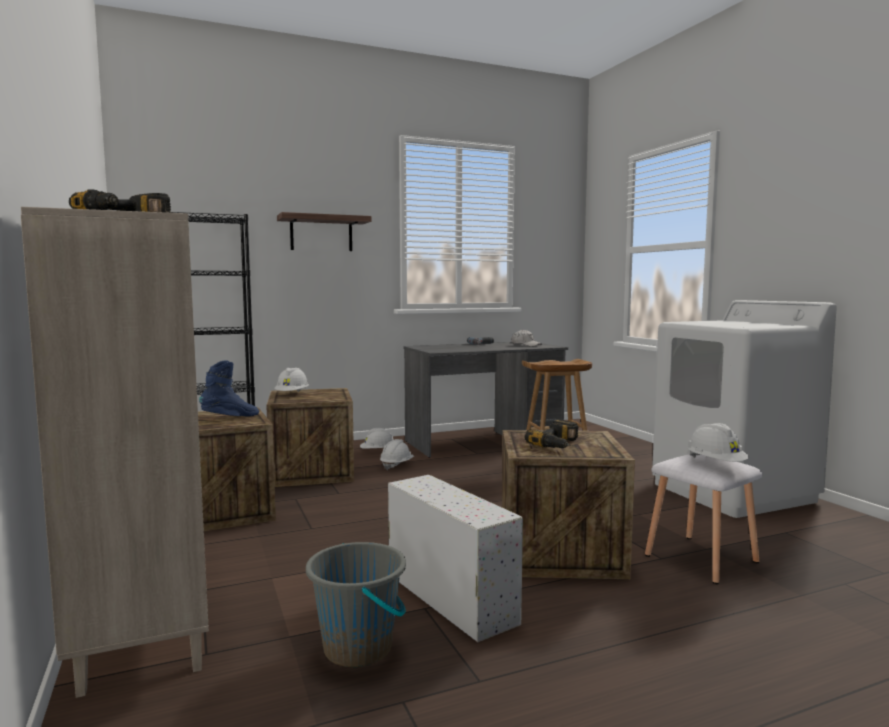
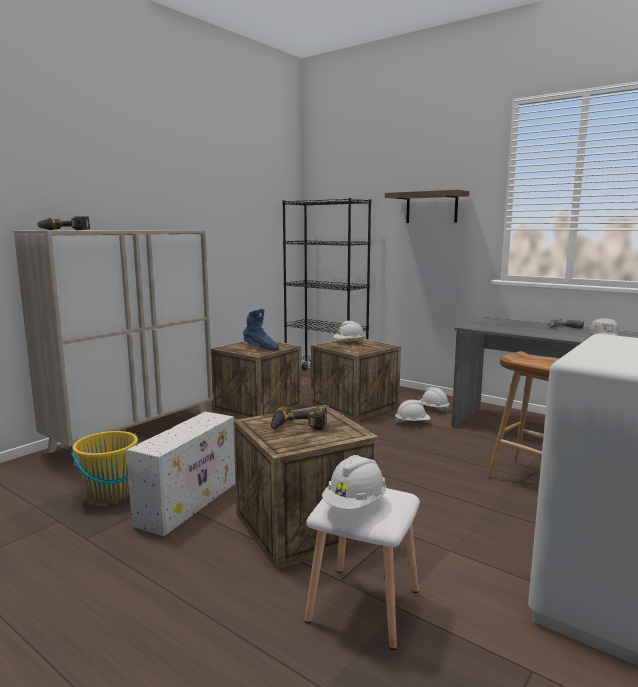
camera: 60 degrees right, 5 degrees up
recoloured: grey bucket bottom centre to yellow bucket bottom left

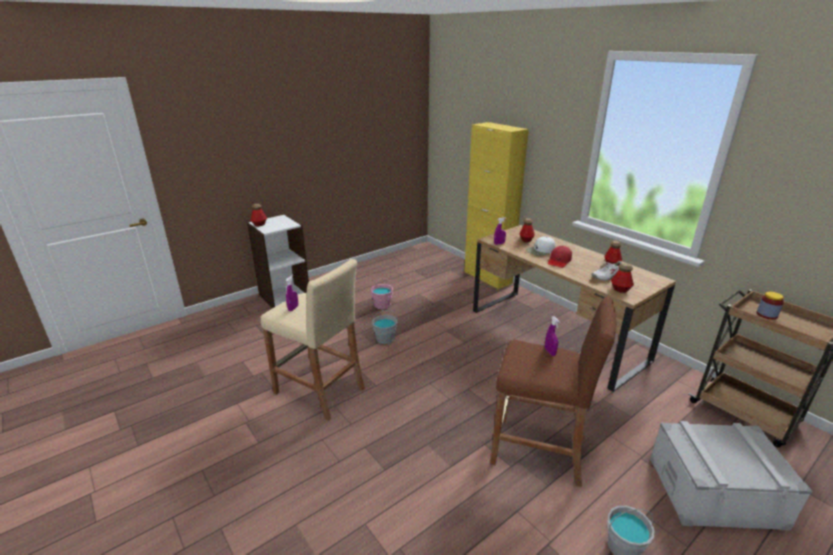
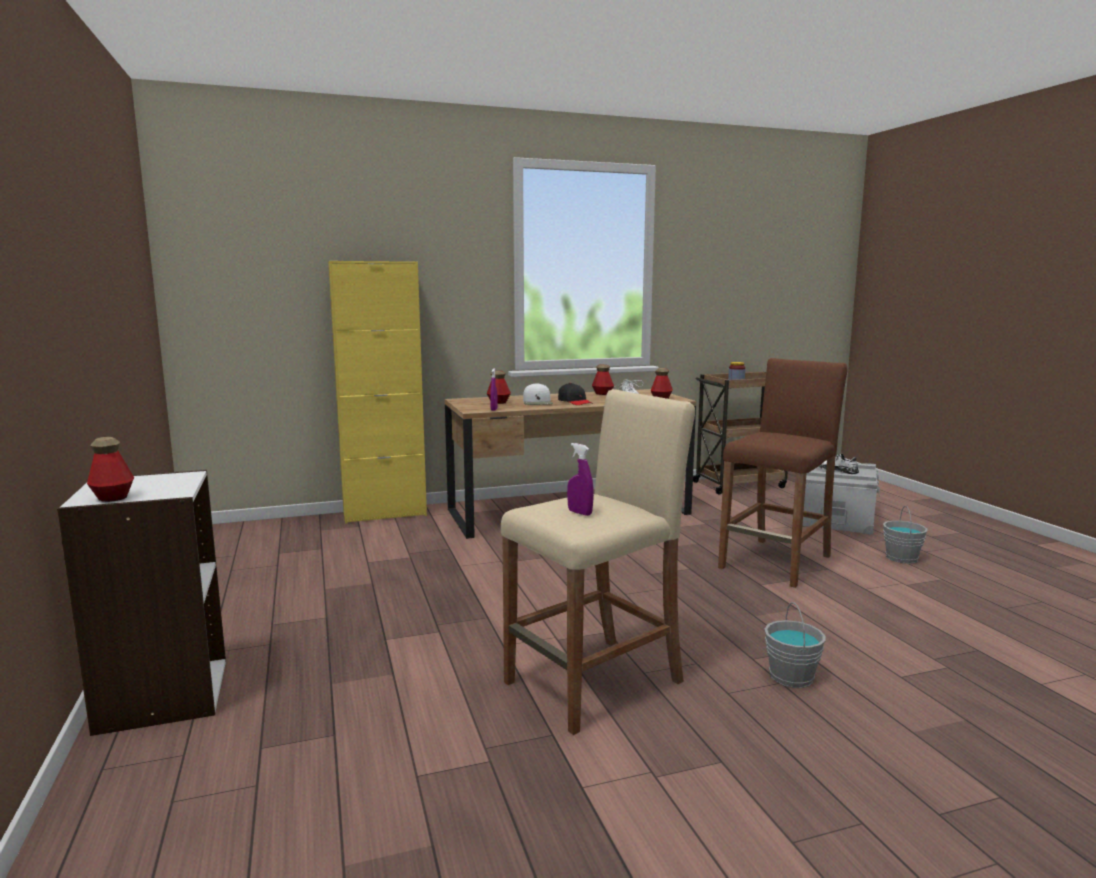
camera: 70 degrees left, 15 degrees down
removed: pink bucket centre; purple spray bottle (3rd from left) centre
added: white shoe (2nd from left) middle right
moved: grey bucket (1st from left) centre to bottom right
recoloured: red cap middle right to black cap centre

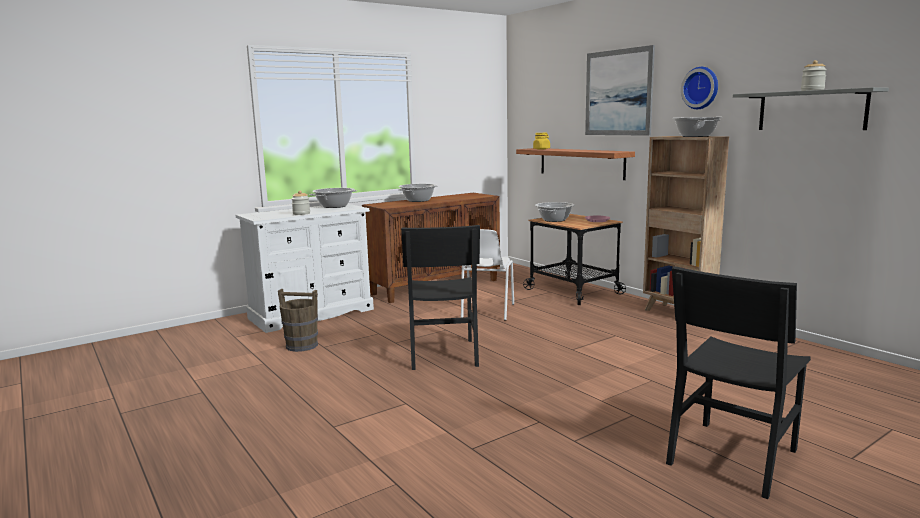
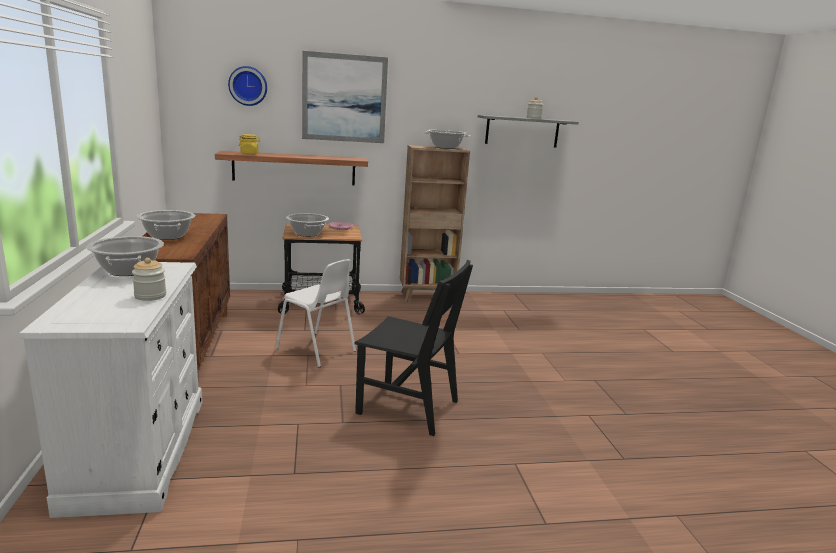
camera: 65 degrees left, 5 degrees up
removed: brown bucket middle left; black chair (2nd from left) bottom right
moved: wall clock top right to top left

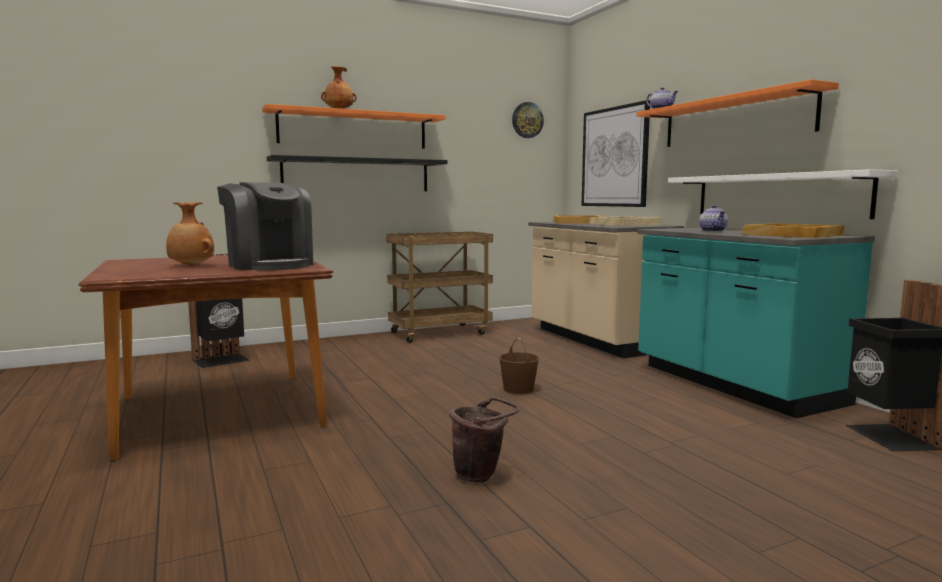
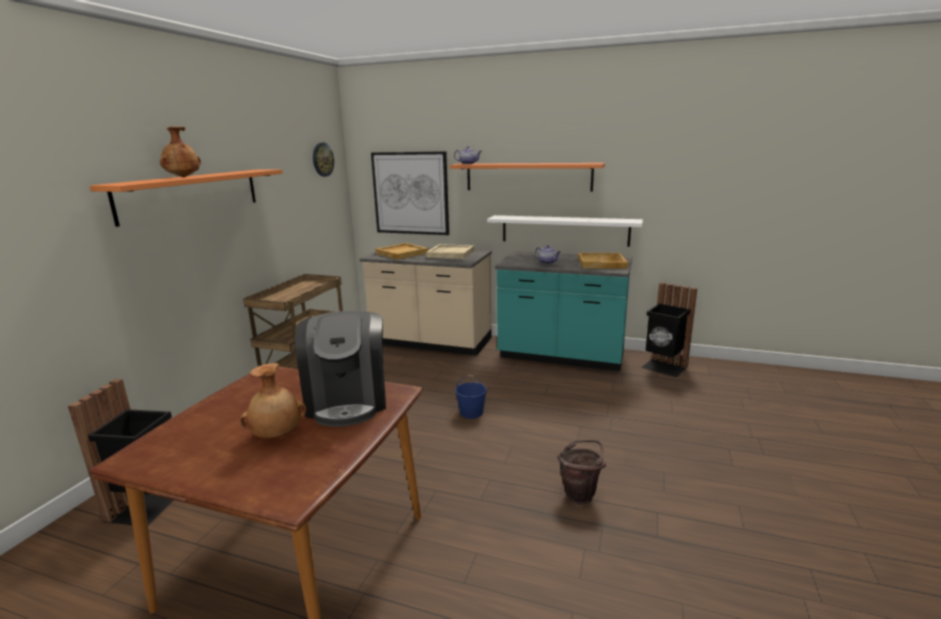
camera: 45 degrees left, 10 degrees up
removed: black shelf top centre
recoloured: brown bucket (2nd from left) centre to blue bucket centre
turned: coffee machine middle left = centre 75 degrees clockwise

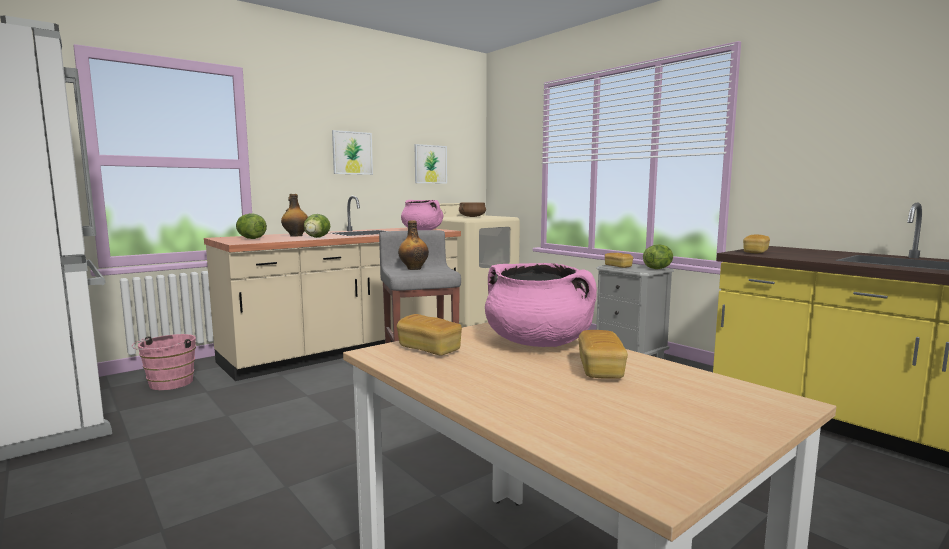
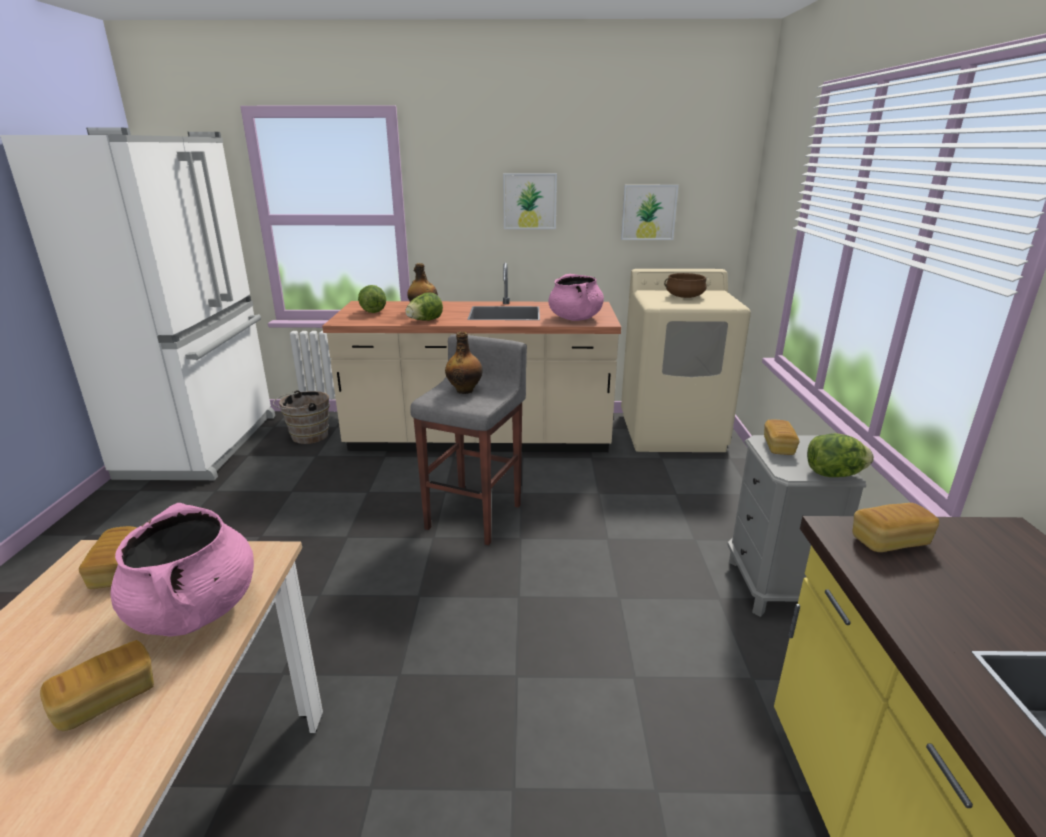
camera: 40 degrees right, 15 degrees up
recoloured: pink bucket middle left to brown bucket middle left

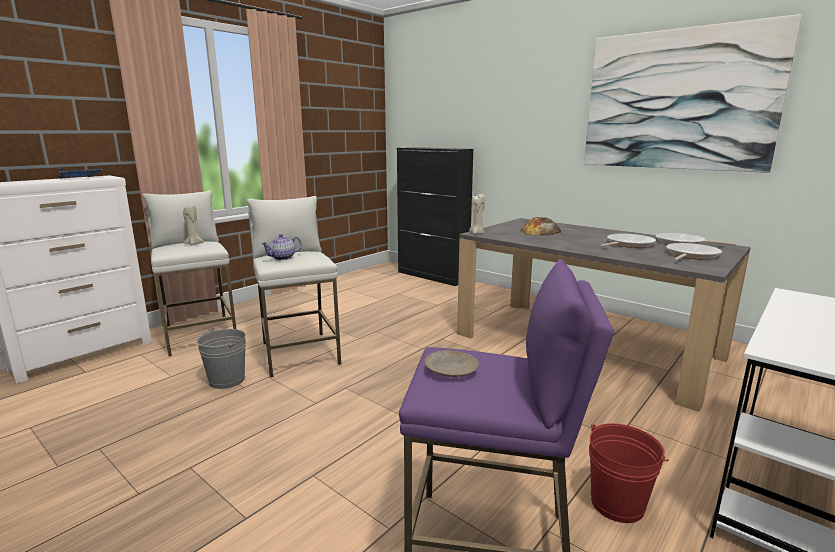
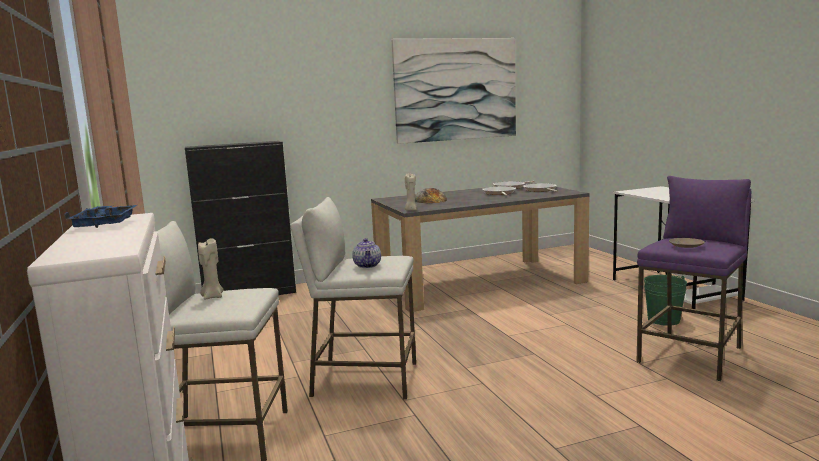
camera: 60 degrees left, 5 degrees down
removed: grey bucket middle left
recoloured: red bucket bottom right to green bucket middle right

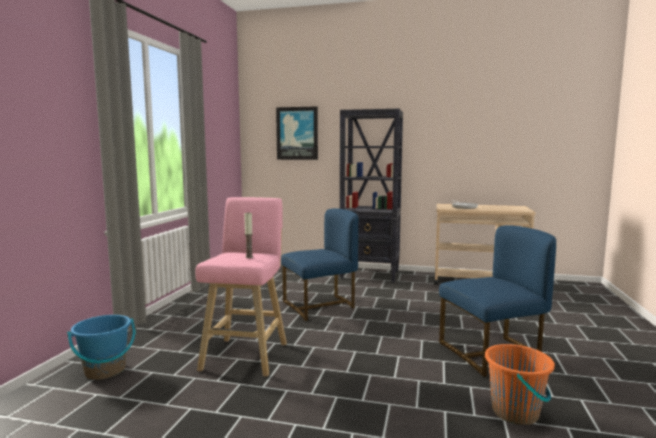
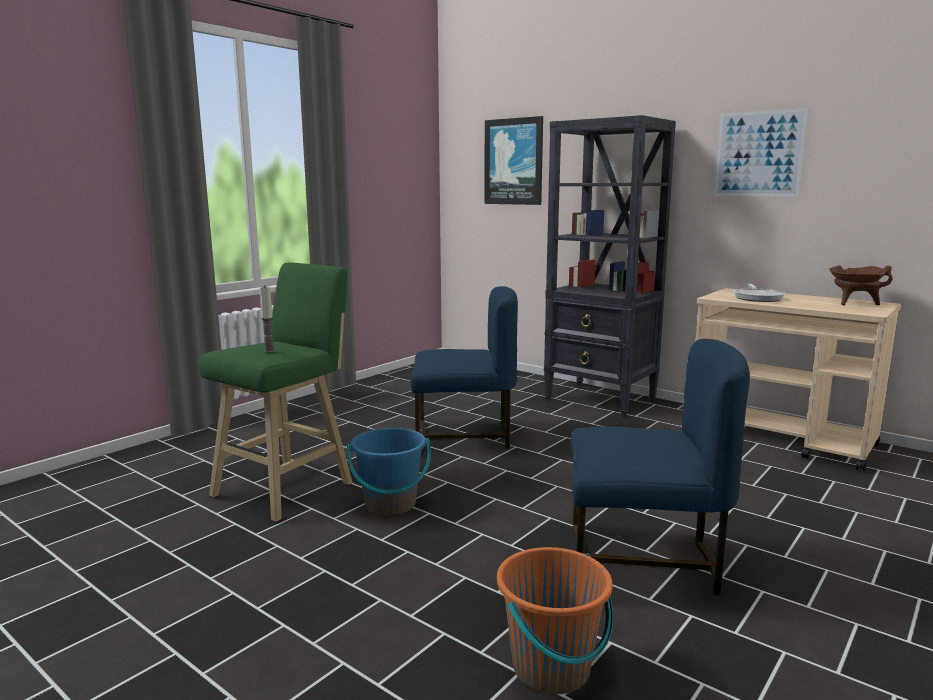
camera: 25 degrees right, 5 degrees up
added: picture (2nd from left) top right; brown cooking pot middle right
moved: blue bucket bottom left to bottom centre
recoloured: pink stool centre to green stool middle left

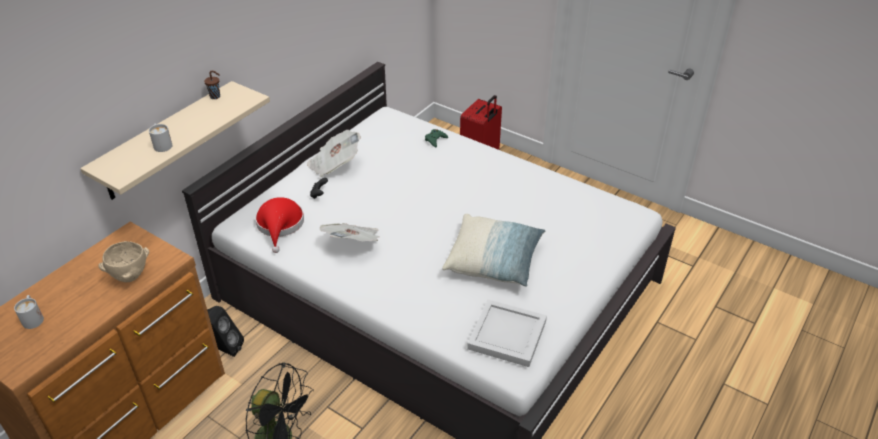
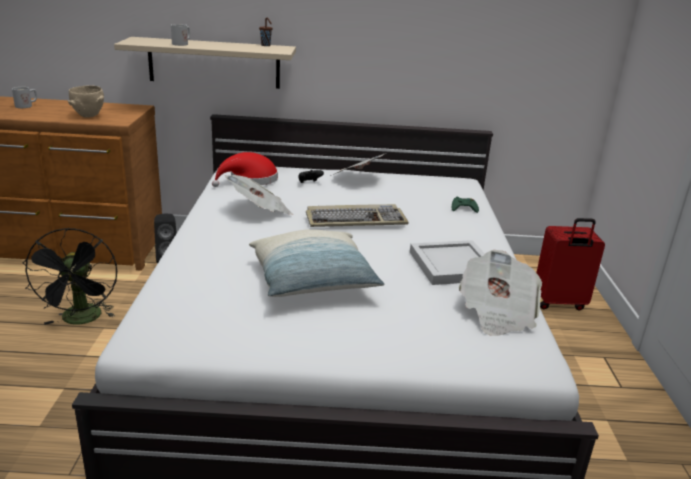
camera: 55 degrees right, 15 degrees down
added: keyboard centre; newspaper (3rd from left) middle right
moved: white tray bottom centre to centre

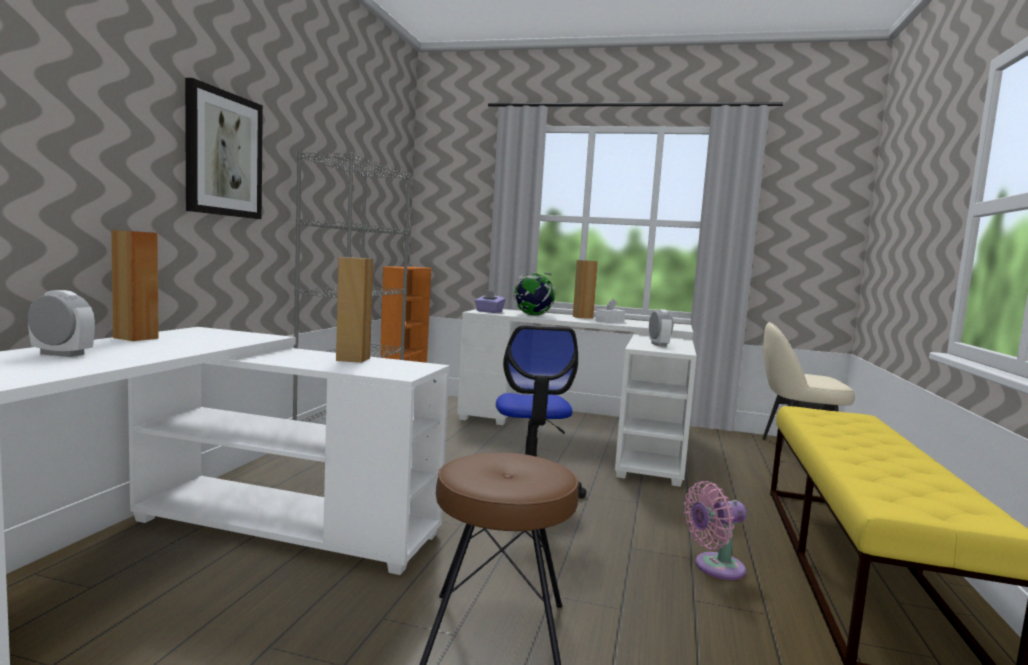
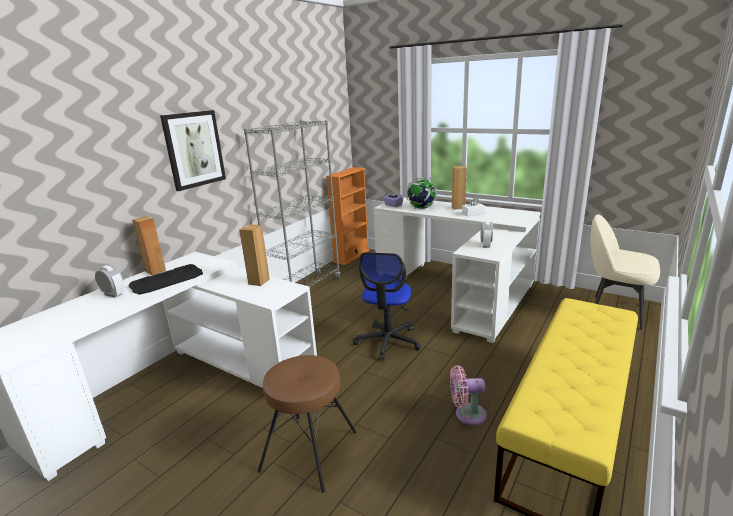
camera: 20 degrees right, 15 degrees up
added: keyboard middle left

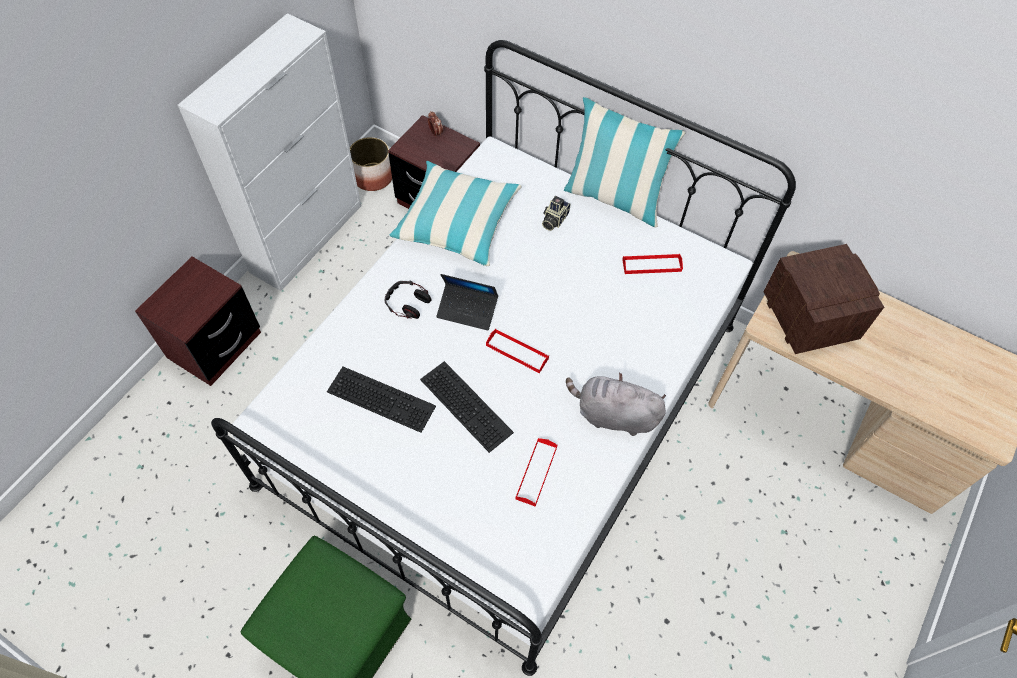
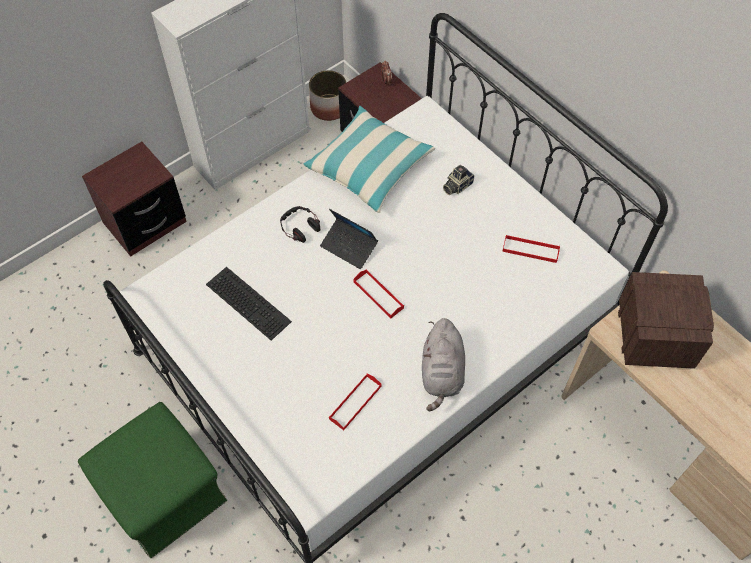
camera: 20 degrees right, 0 degrees up
removed: keyboard (2nd from left) centre; pillow (2nd from left) top centre
turned: grey plush toy centre = centre 120 degrees counterclockwise

